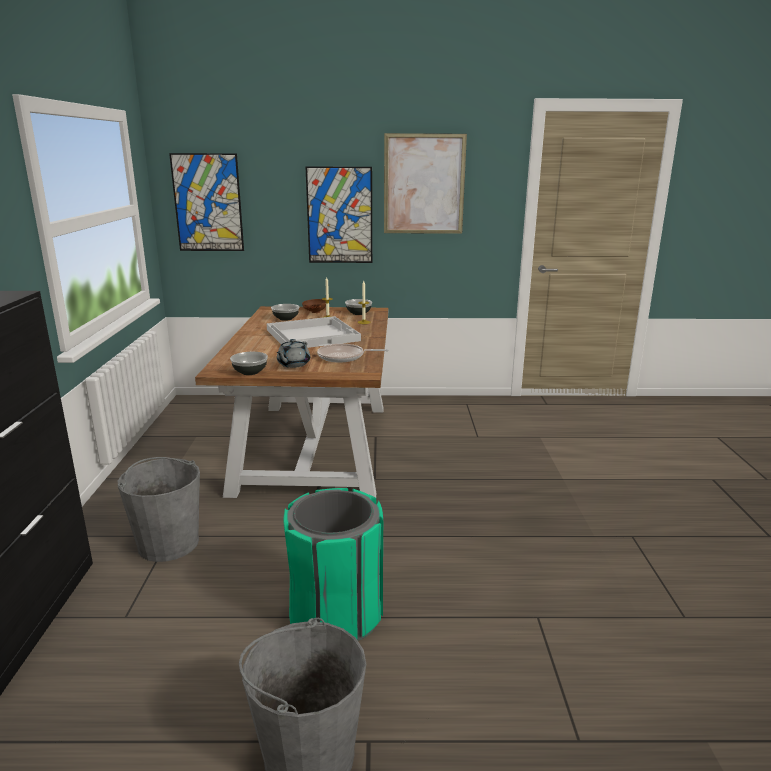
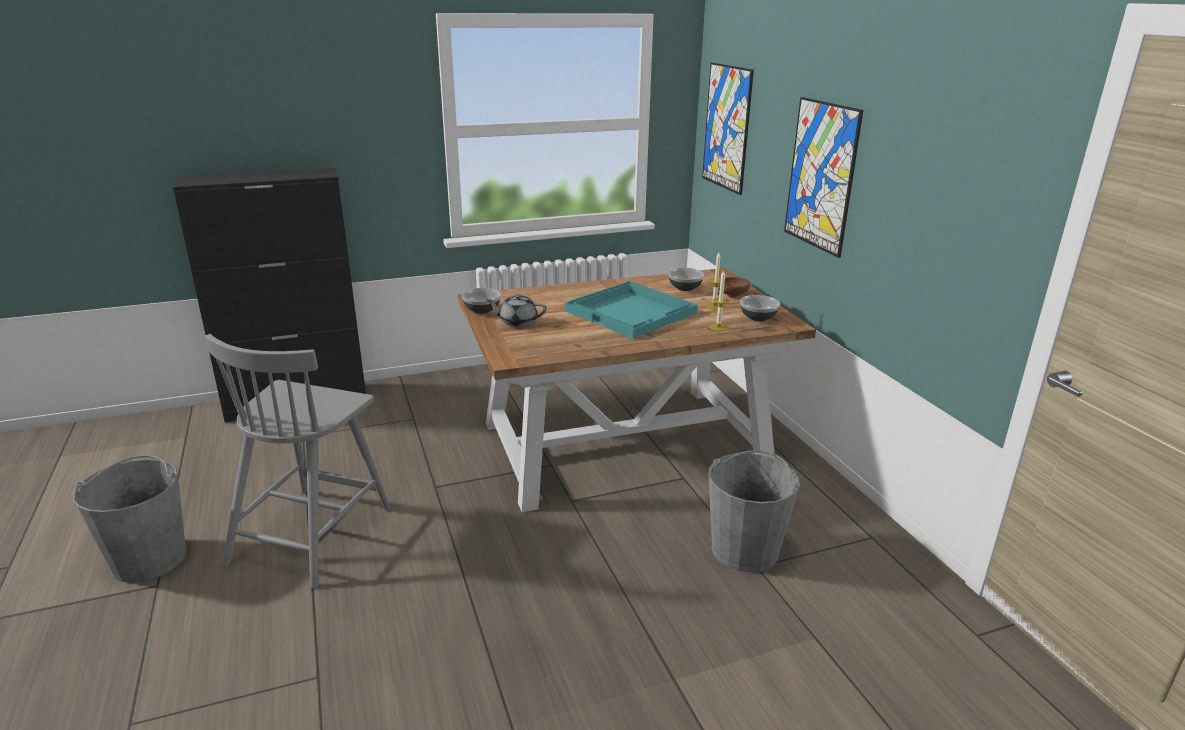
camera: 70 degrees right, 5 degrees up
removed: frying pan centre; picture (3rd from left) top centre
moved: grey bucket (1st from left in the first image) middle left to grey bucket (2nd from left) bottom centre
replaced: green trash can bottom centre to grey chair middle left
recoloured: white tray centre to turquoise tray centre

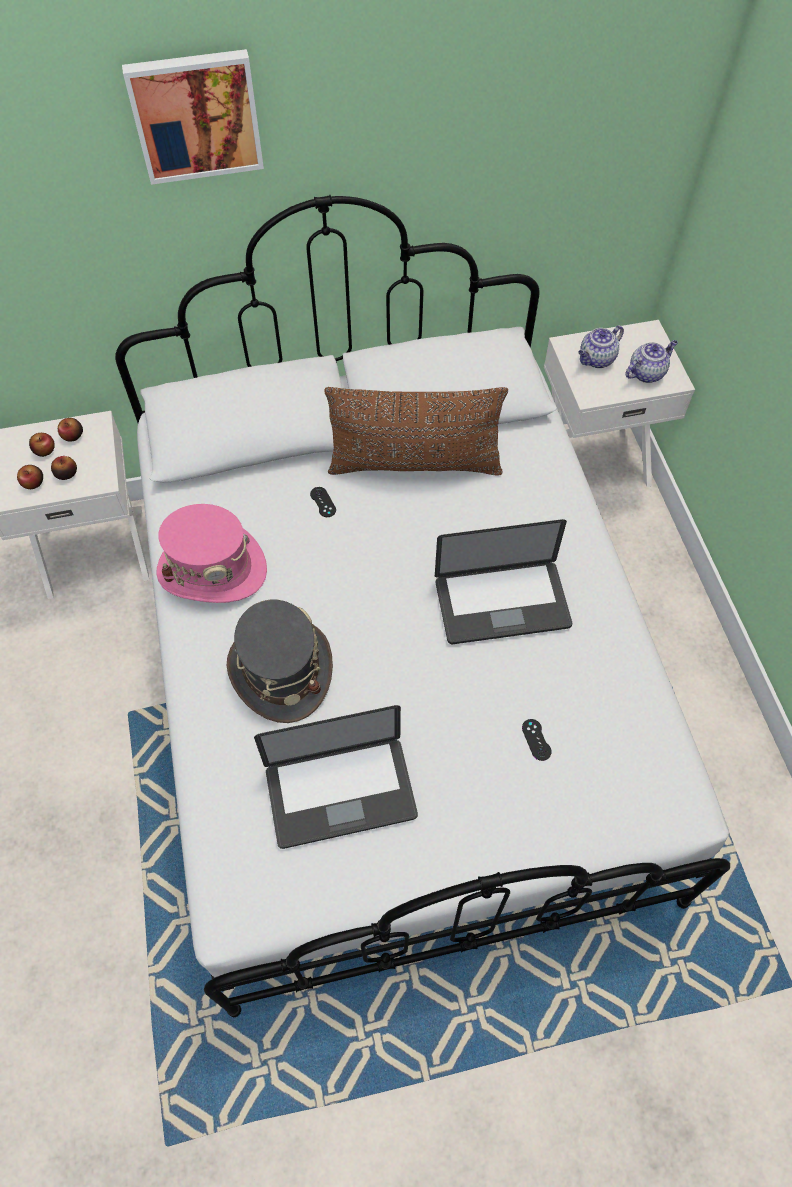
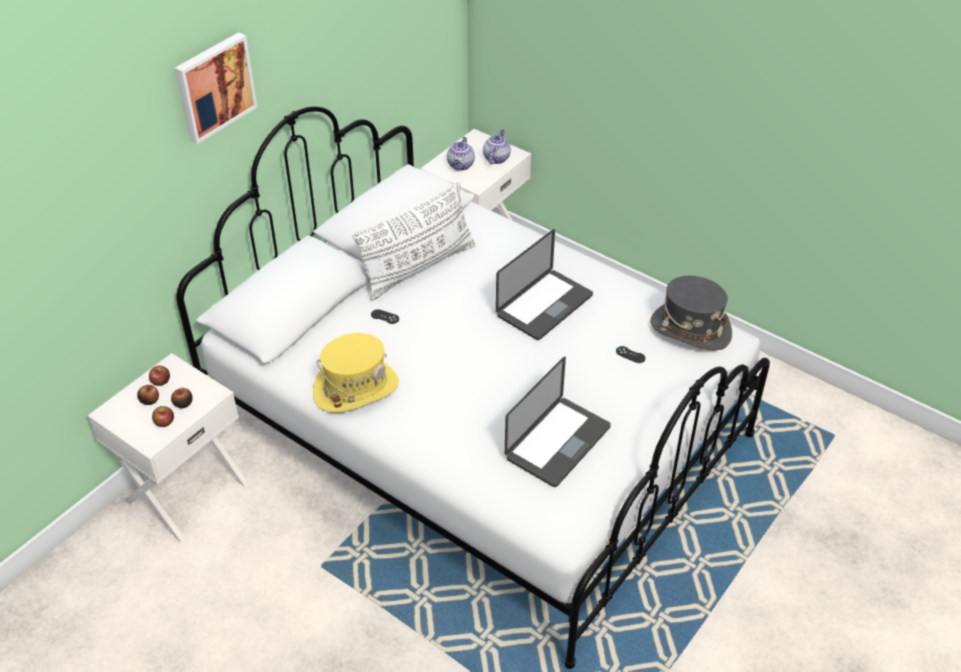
camera: 40 degrees left, 15 degrees down
moved: grey hat centre to middle right
recoloured: pink hat middle left to yellow hat centre; brown pillow centre to white pillow centre

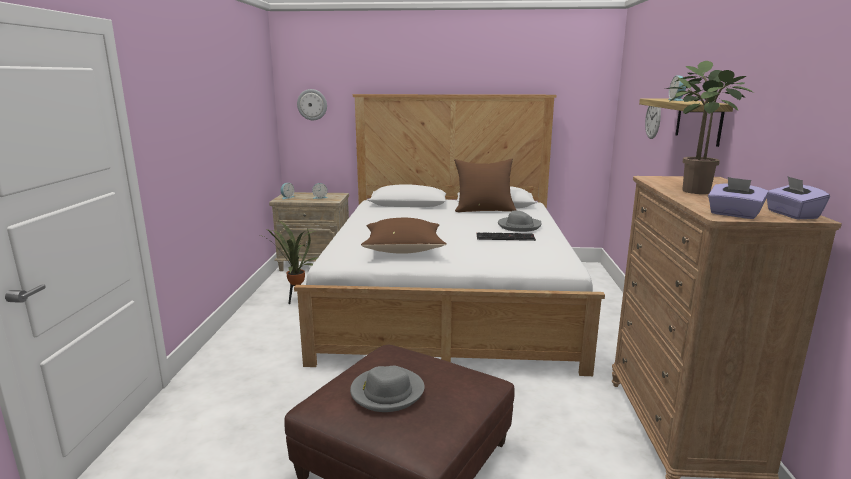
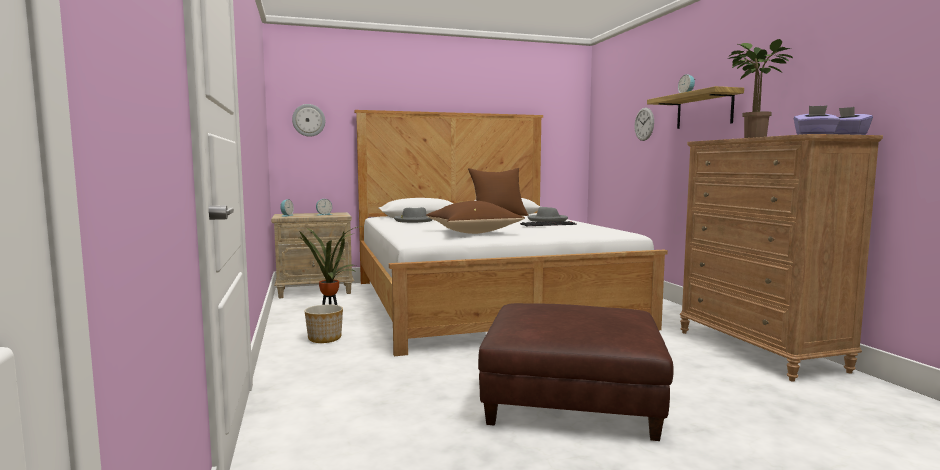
camera: 20 degrees left, 10 degrees down
added: planter bottom centre
moved: grey hat (1st from left) bottom centre to centre

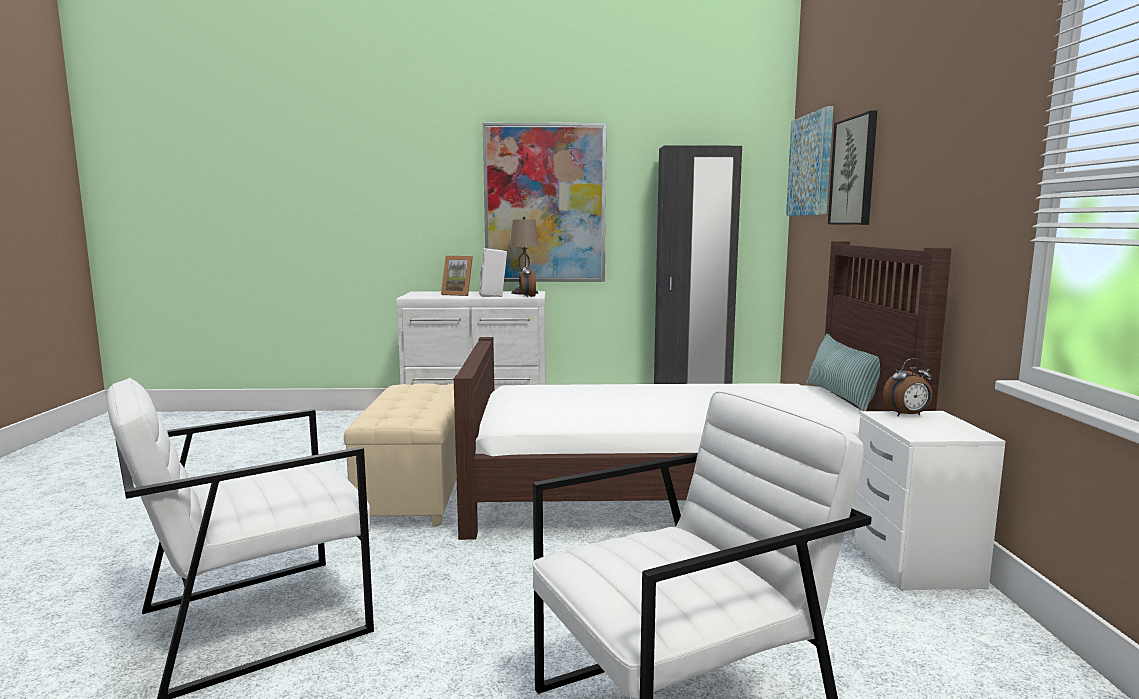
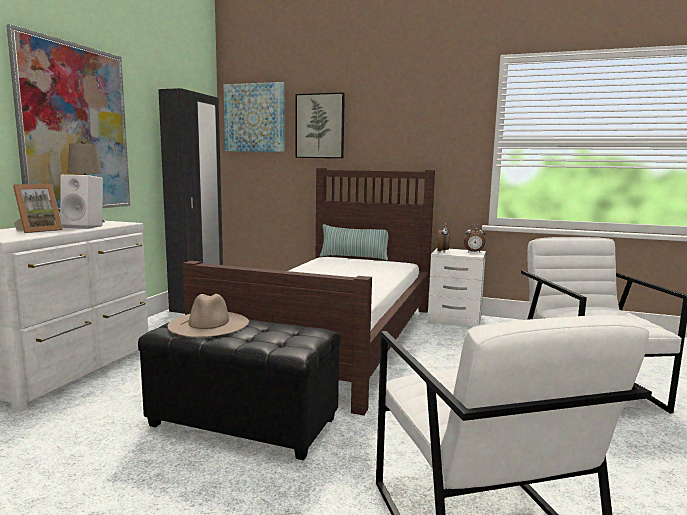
camera: 70 degrees left, 0 degrees up
added: beige hat middle left
moved: alarm clock (1st from left in the first image) centre to alarm clock (2nd from left) middle right
recoloured: beige ottoman centre to black ottoman bottom centre

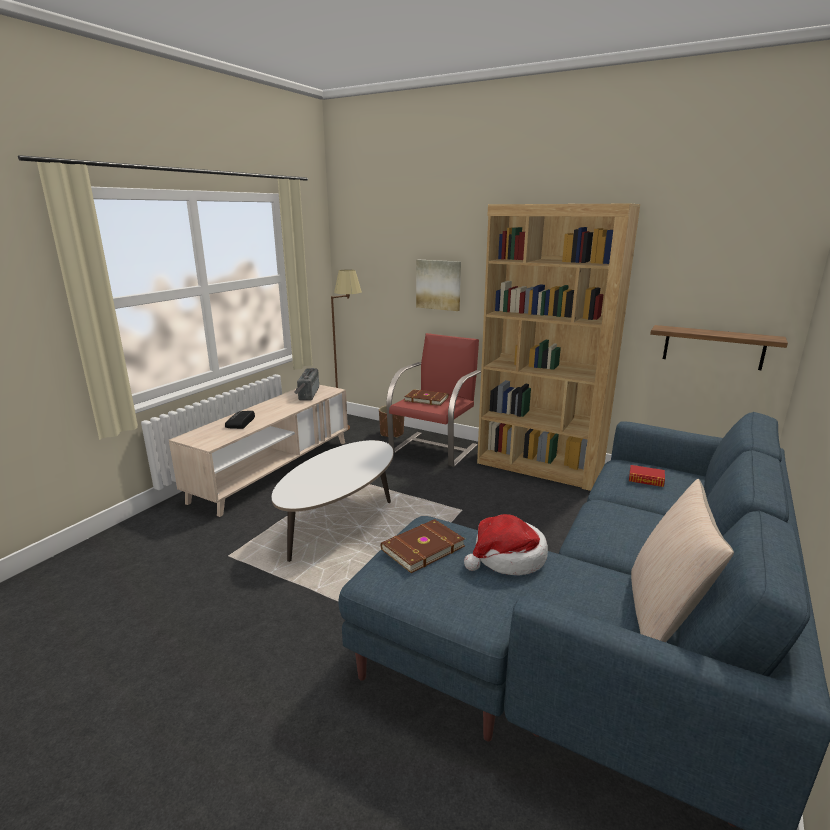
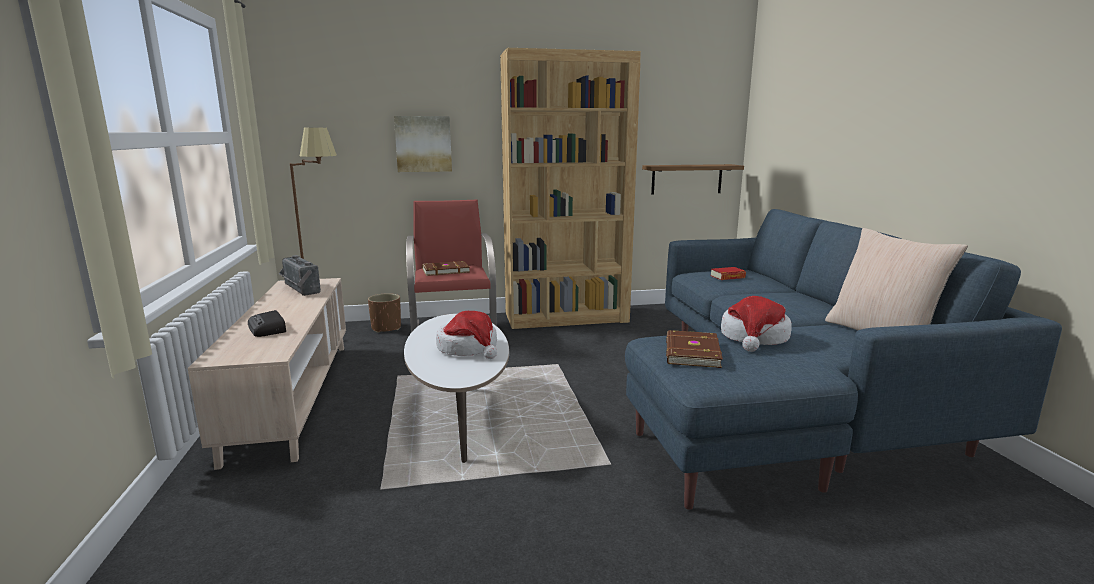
camera: 40 degrees left, 5 degrees down
added: hat (1st from left) centre

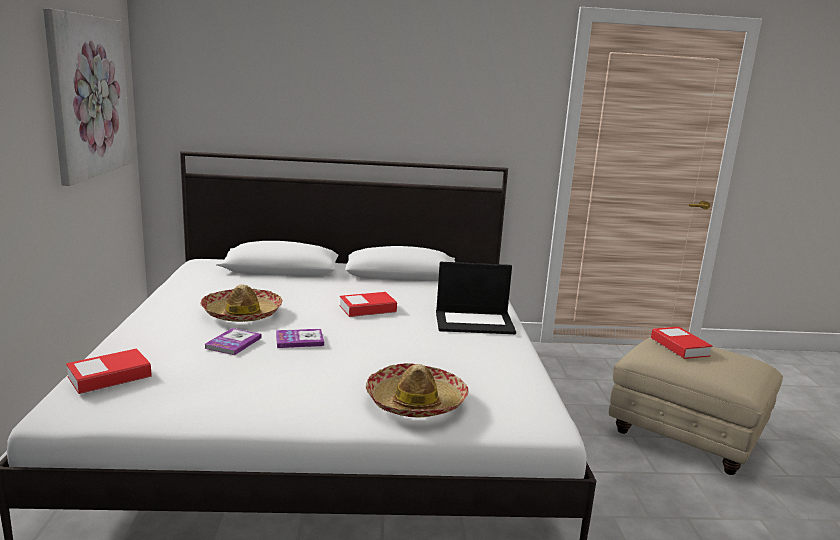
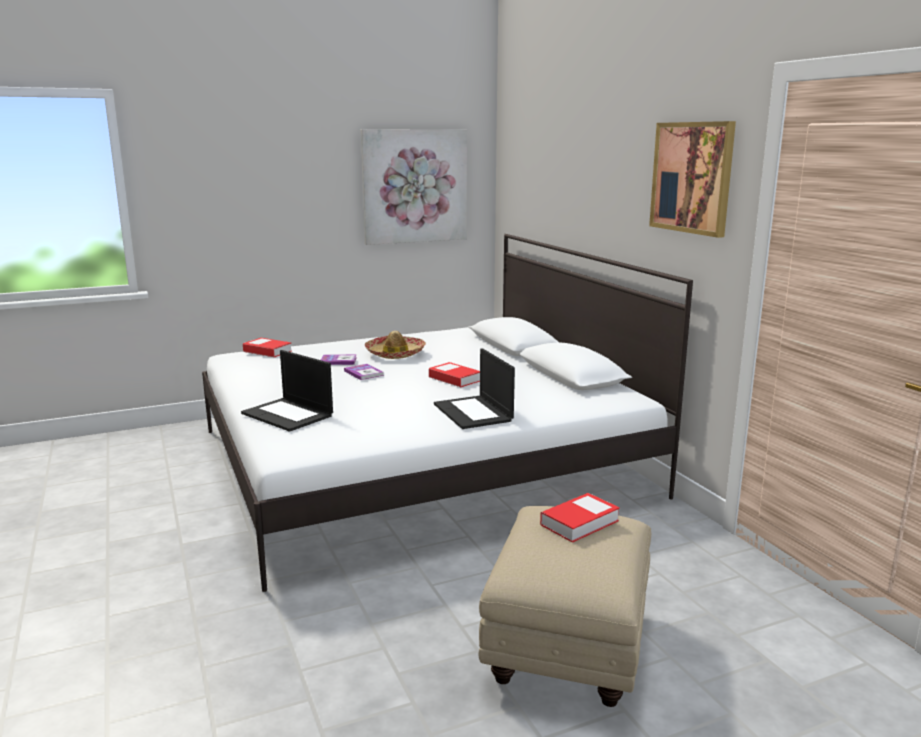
camera: 70 degrees right, 0 degrees up
added: picture (2nd from left) top right
replaced: hat (2nd from left) bottom centre to laptop (1st from left) middle left

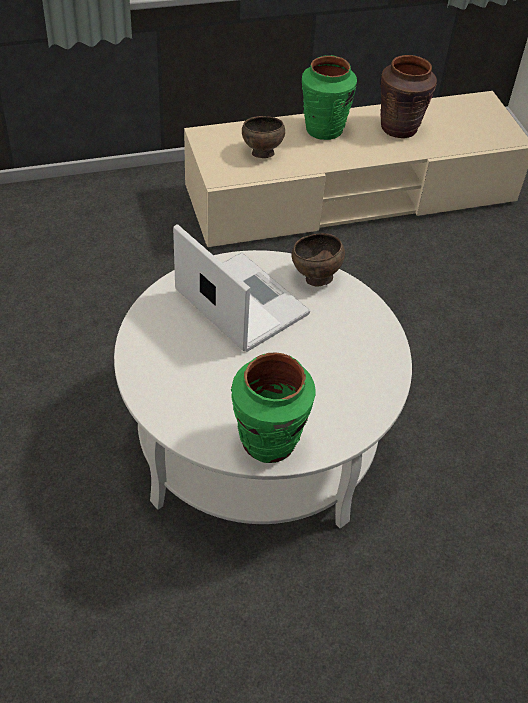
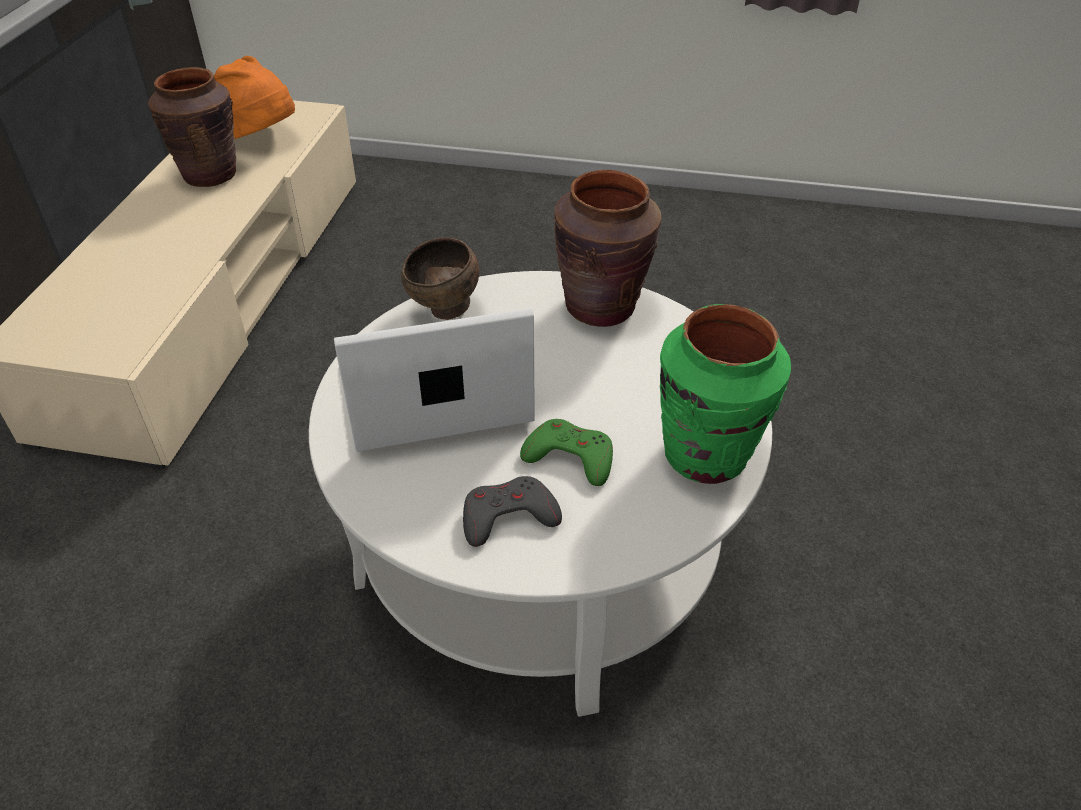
camera: 60 degrees left, 5 degrees down
removed: brown bowl (1st from left) top centre; green vase (2nd from left) top centre
added: orange hat top left; grey game controller centre; green game controller centre; brown vase (2nd from left) top centre

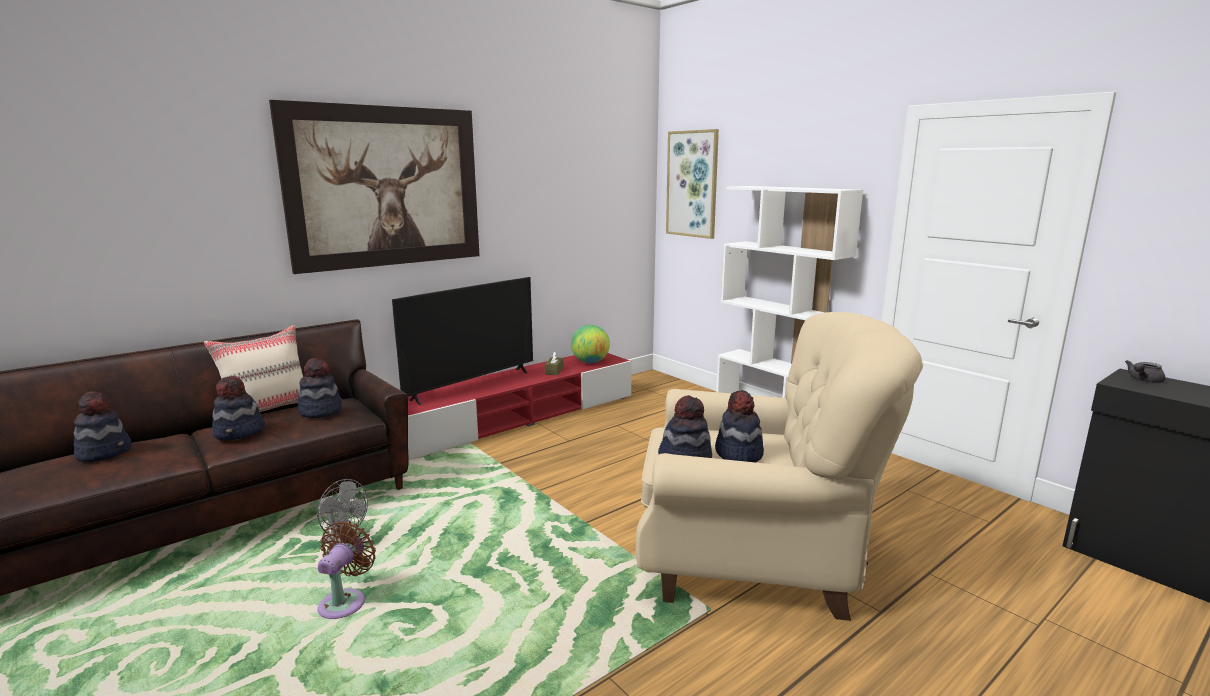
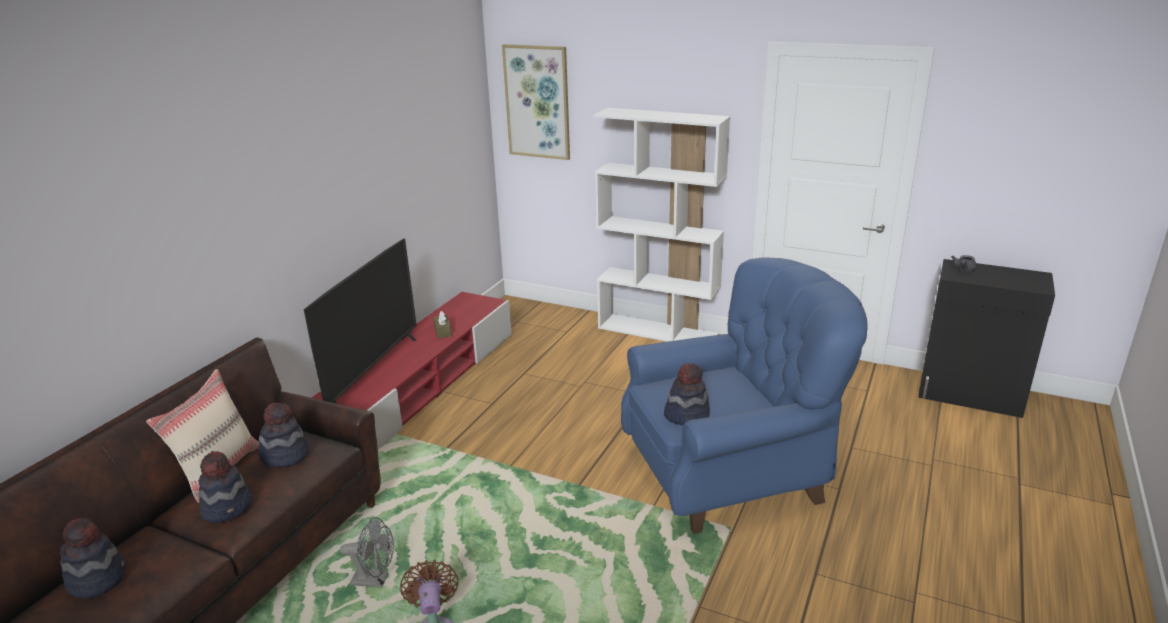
camera: 25 degrees left, 10 degrees up
removed: picture (1st from left) top left; globe centre; hat (5th from left) centre
recoloured: beige armchair bottom centre to blue armchair centre

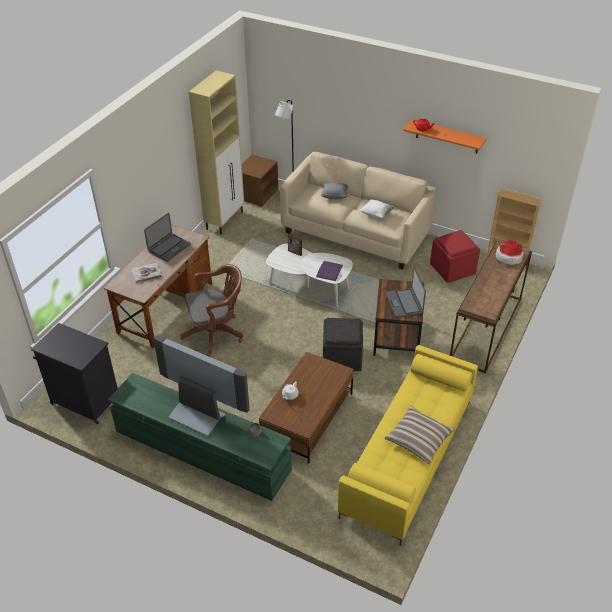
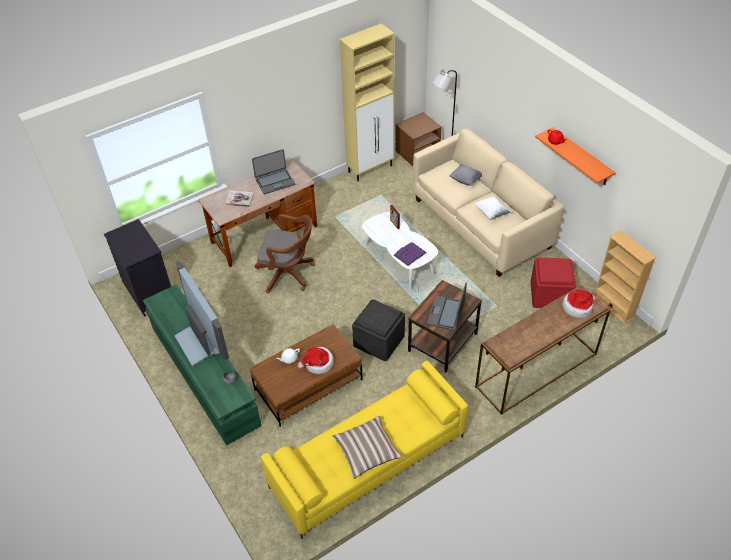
camera: 30 degrees right, 5 degrees up
added: hat (1st from left) centre

